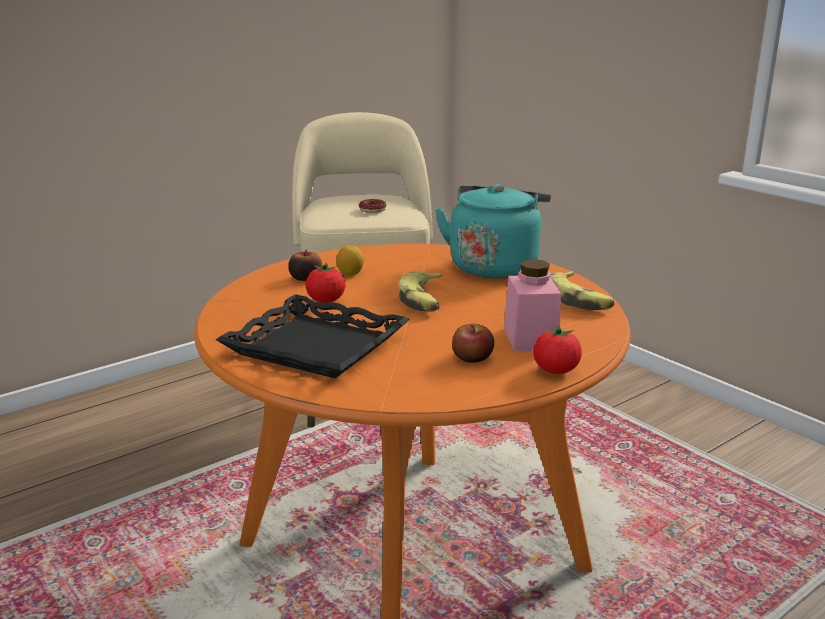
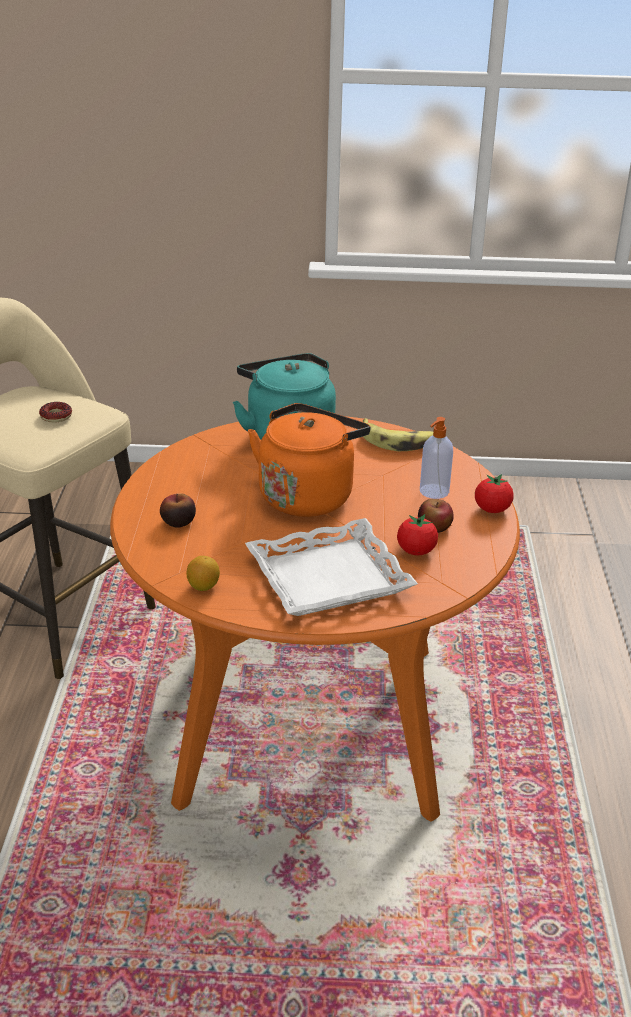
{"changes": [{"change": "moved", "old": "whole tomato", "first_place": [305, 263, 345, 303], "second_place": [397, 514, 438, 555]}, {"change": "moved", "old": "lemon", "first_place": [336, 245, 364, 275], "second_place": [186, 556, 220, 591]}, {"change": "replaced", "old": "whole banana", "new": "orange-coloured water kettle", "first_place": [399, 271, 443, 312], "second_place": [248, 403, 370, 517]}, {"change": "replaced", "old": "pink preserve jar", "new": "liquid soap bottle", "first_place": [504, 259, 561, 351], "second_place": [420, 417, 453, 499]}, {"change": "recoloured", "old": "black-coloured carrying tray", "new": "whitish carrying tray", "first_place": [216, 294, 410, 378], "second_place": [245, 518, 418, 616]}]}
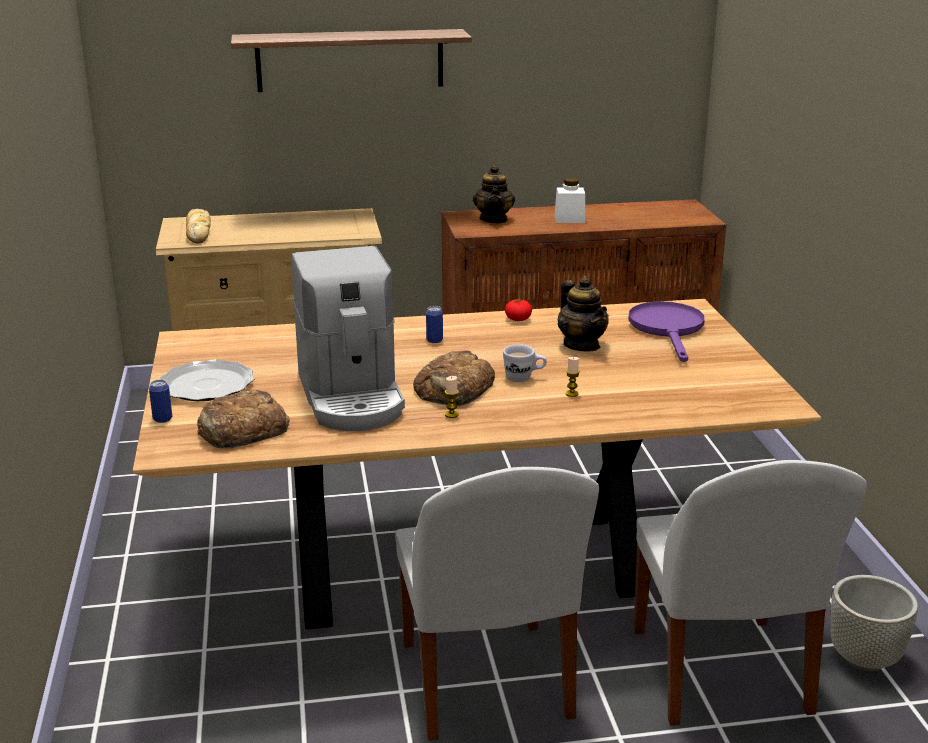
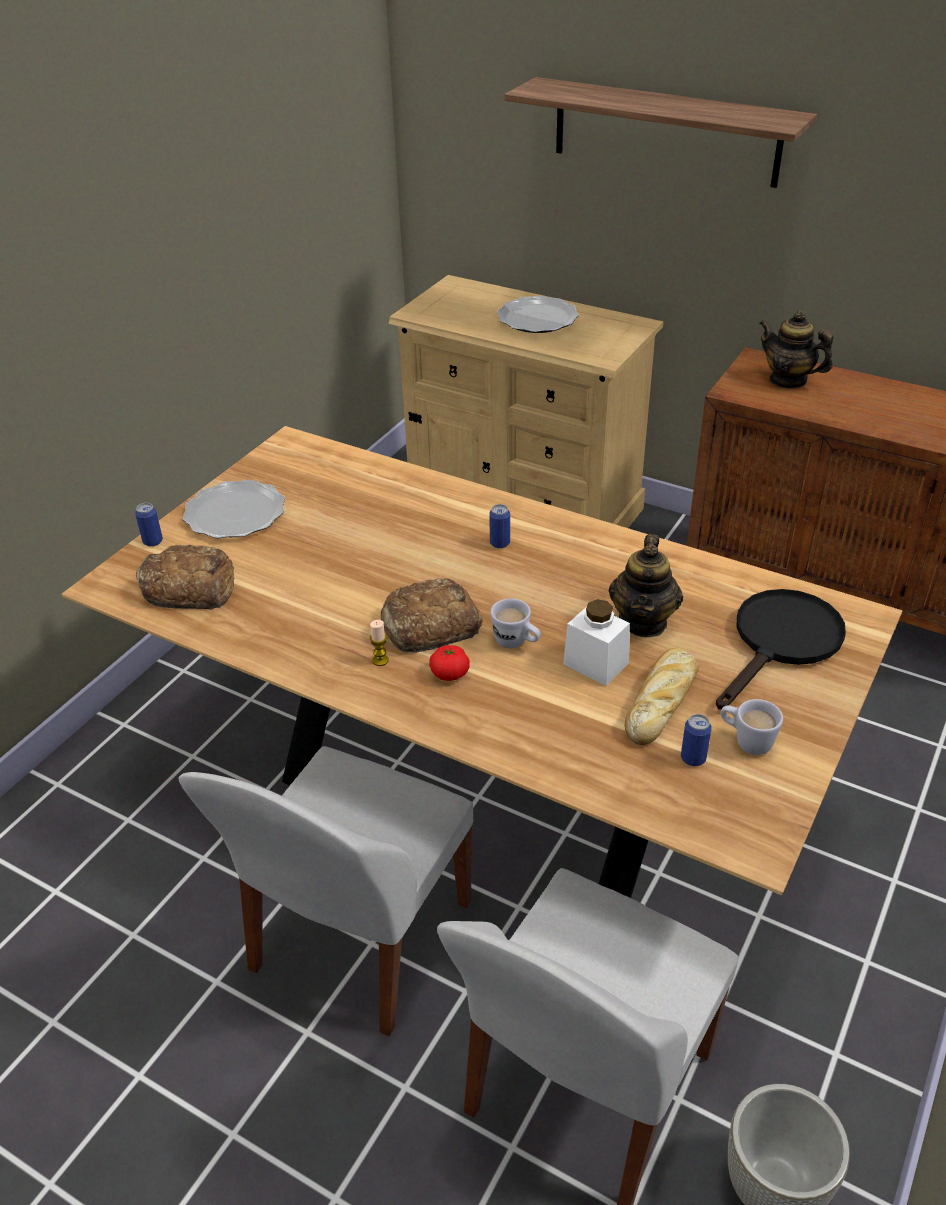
{"changes": [{"change": "removed", "old": "coffee brewer", "first_place": [291, 246, 405, 431]}, {"change": "removed", "old": "candle", "first_place": [565, 357, 580, 397]}, {"change": "added", "new": "flat dish", "second_place": [497, 296, 579, 333]}, {"change": "added", "new": "metal can", "second_place": [681, 714, 712, 766]}, {"change": "added", "new": "whitish mug", "second_place": [721, 699, 783, 755]}, {"change": "moved", "old": "bakery bread", "first_place": [186, 209, 211, 244], "second_place": [625, 648, 699, 745]}, {"change": "moved", "old": "whole tomato", "first_place": [505, 299, 532, 321], "second_place": [429, 645, 470, 681]}, {"change": "moved", "old": "whitish preserve jar", "first_place": [555, 178, 585, 223], "second_place": [563, 599, 630, 686]}, {"change": "recoloured", "old": "purplish frying pan", "new": "black-coloured frying pan", "first_place": [628, 301, 705, 362], "second_place": [716, 589, 846, 709]}, {"change": "turned", "old": "pot for tea", "first_place": [473, 164, 515, 223], "second_place": [759, 311, 834, 389], "degrees": 90}]}
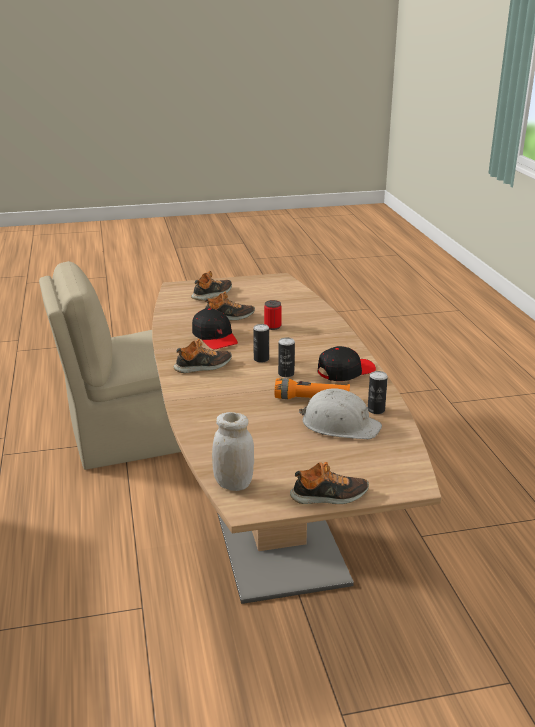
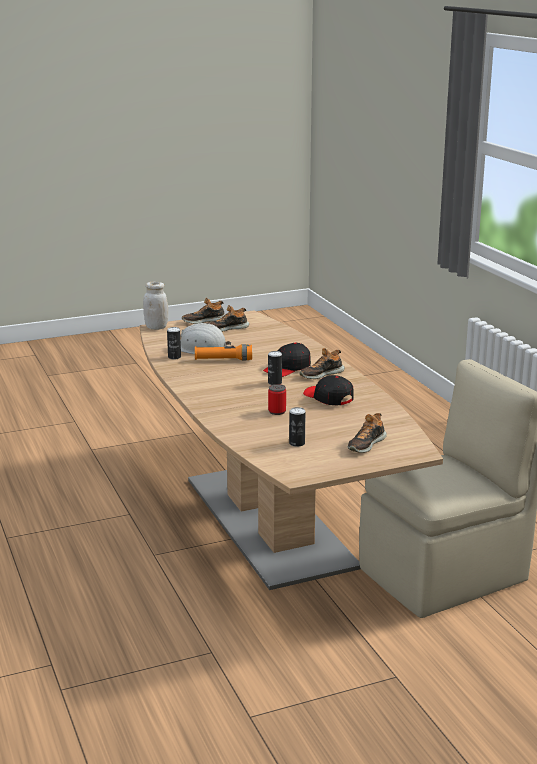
{"changes": [{"change": "moved", "old": "item of footwear", "first_place": [205, 292, 255, 321], "second_place": [207, 305, 249, 332]}, {"change": "moved", "old": "whitish preserve jar", "first_place": [212, 412, 254, 491], "second_place": [143, 282, 168, 330]}, {"change": "moved", "old": "metal can", "first_place": [278, 338, 295, 377], "second_place": [289, 407, 306, 447]}, {"change": "moved", "old": "black-coloured baseball cap", "first_place": [317, 346, 376, 381], "second_place": [263, 343, 311, 377]}]}
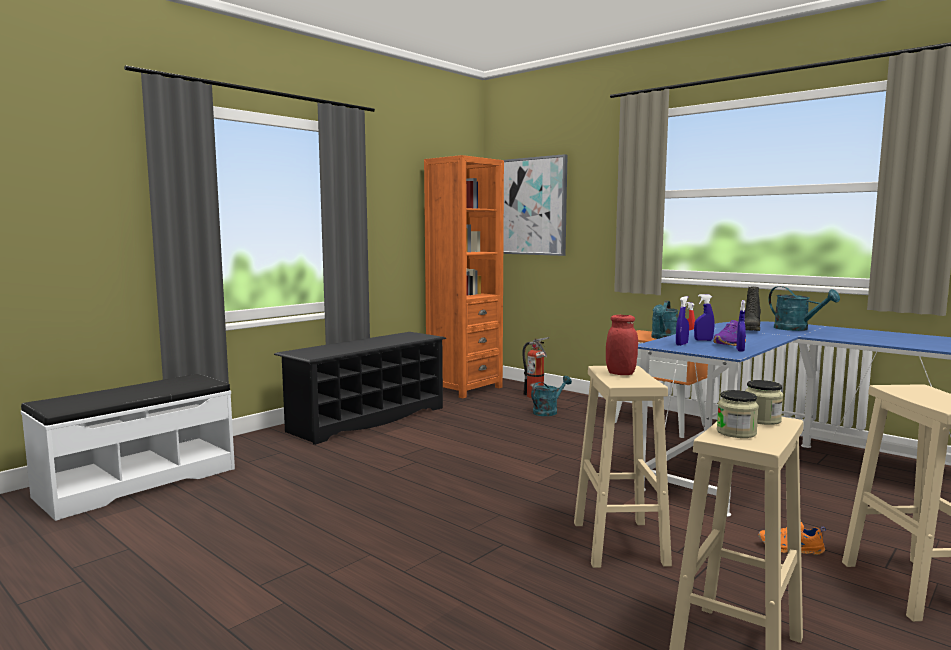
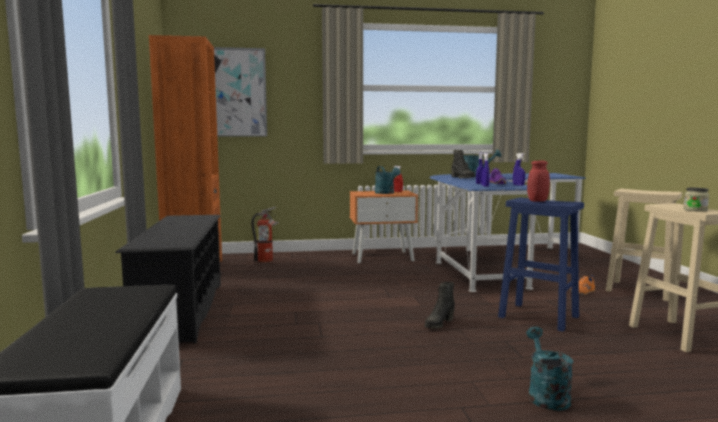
{"changes": [{"change": "removed", "old": "preserve jar", "first_place": [745, 380, 783, 425]}, {"change": "added", "new": "black-coloured tall boot", "second_place": [425, 282, 455, 329]}, {"change": "moved", "old": "blue-green watering can", "first_place": [531, 376, 572, 416], "second_place": [526, 327, 573, 411]}, {"change": "recoloured", "old": "beige-coloured stool seat", "new": "blue-coloured stool seat", "first_place": [574, 366, 672, 568], "second_place": [498, 197, 584, 332]}]}
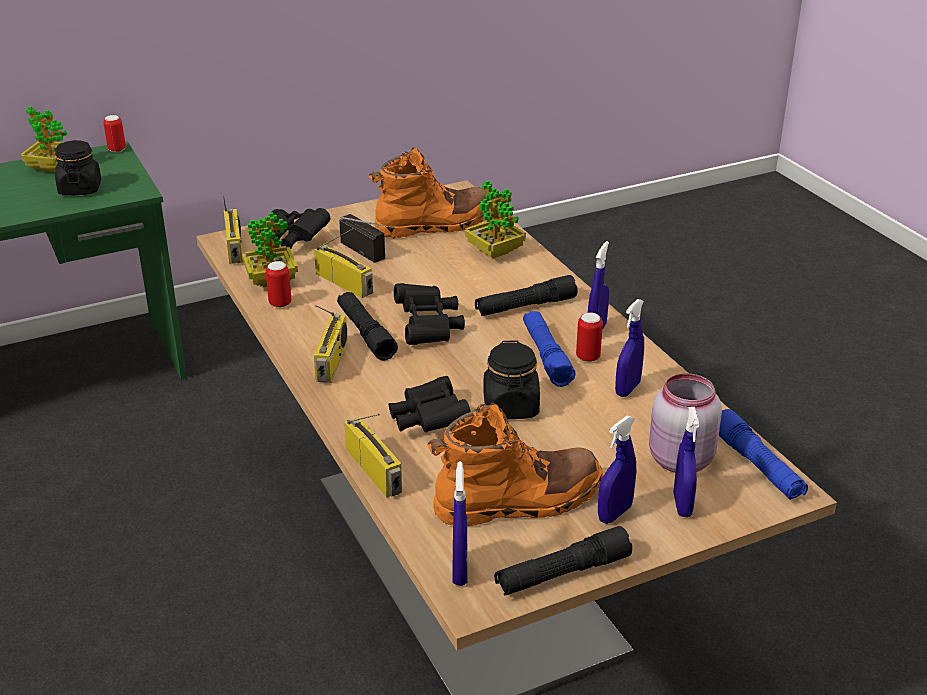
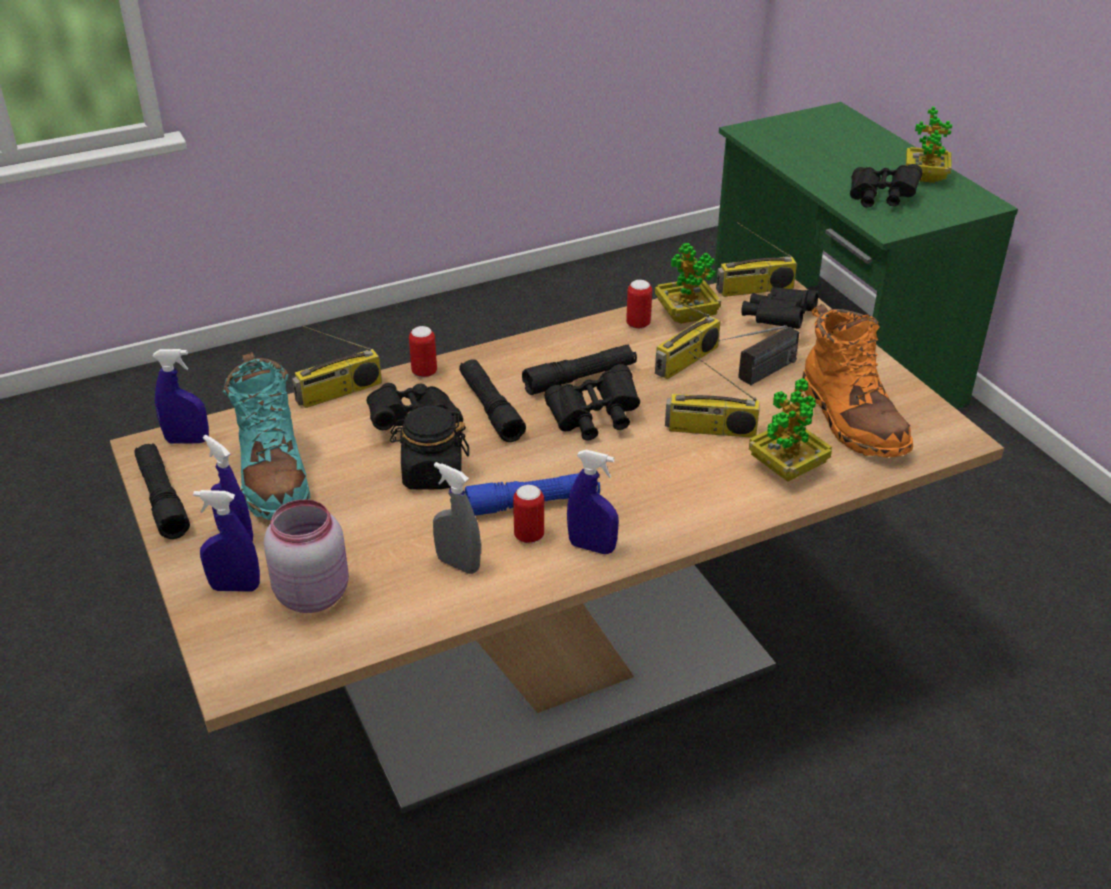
{"changes": [{"change": "removed", "old": "blue-coloured flashlight", "first_place": [719, 409, 808, 500]}, {"change": "moved", "old": "metal can", "first_place": [103, 115, 126, 152], "second_place": [409, 326, 437, 377]}, {"change": "moved", "old": "radio receiver", "first_place": [314, 305, 347, 383], "second_place": [665, 351, 759, 438]}, {"change": "moved", "old": "black-coloured flashlight", "first_place": [475, 275, 578, 316], "second_place": [459, 359, 526, 442]}, {"change": "replaced", "old": "black-coloured preserve jar", "new": "black-coloured field glasses", "first_place": [55, 140, 101, 195], "second_place": [850, 164, 922, 208]}, {"change": "recoloured", "old": "orange-coloured tall boot", "new": "blue-green tall boot", "first_place": [427, 402, 603, 526], "second_place": [223, 352, 311, 520]}, {"change": "recoloured", "old": "blue-coloured hand sprayer", "new": "gray hand sprayer", "first_place": [615, 299, 644, 397], "second_place": [433, 462, 481, 574]}]}
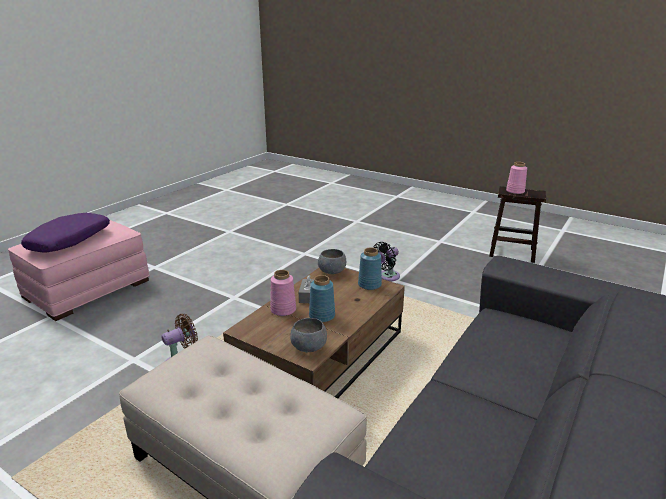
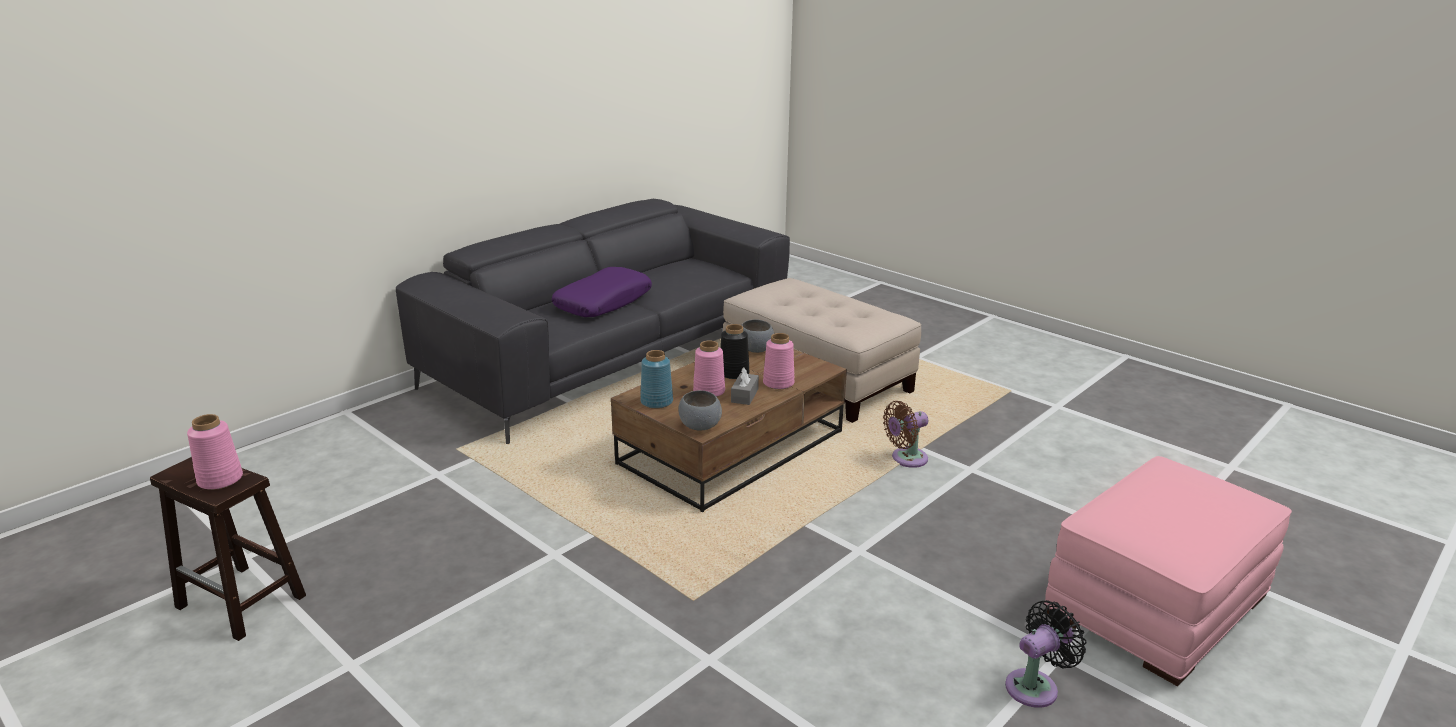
{"changes": [{"change": "added", "new": "pink flower vase", "second_place": [693, 340, 725, 397]}, {"change": "moved", "old": "purplish cushion", "first_place": [21, 213, 110, 253], "second_place": [552, 267, 652, 317]}, {"change": "moved", "old": "black-coloured electric fan", "first_place": [373, 242, 400, 281], "second_place": [1005, 600, 1086, 708]}, {"change": "recoloured", "old": "blue-coloured flower vase", "new": "black-coloured flower vase", "first_place": [309, 275, 335, 322], "second_place": [720, 324, 749, 379]}]}
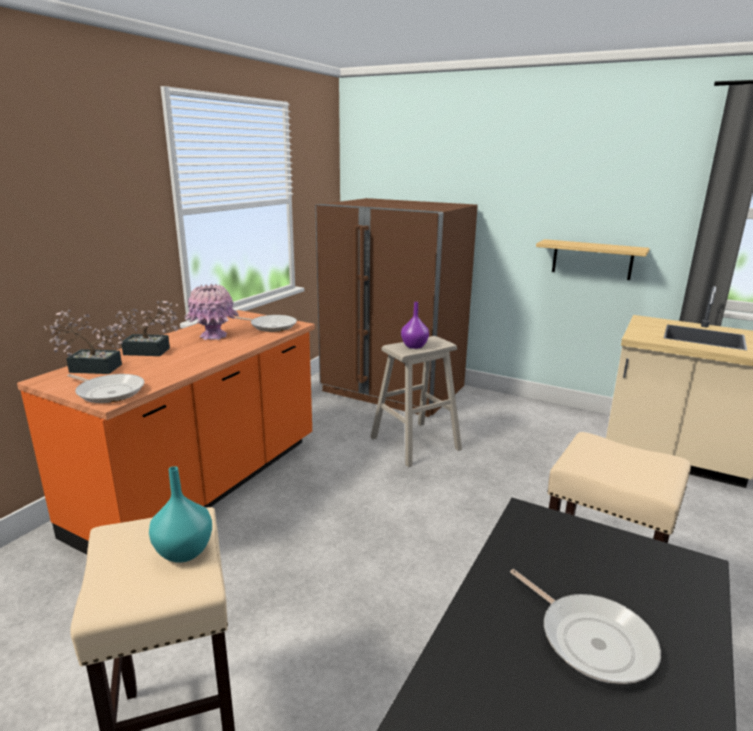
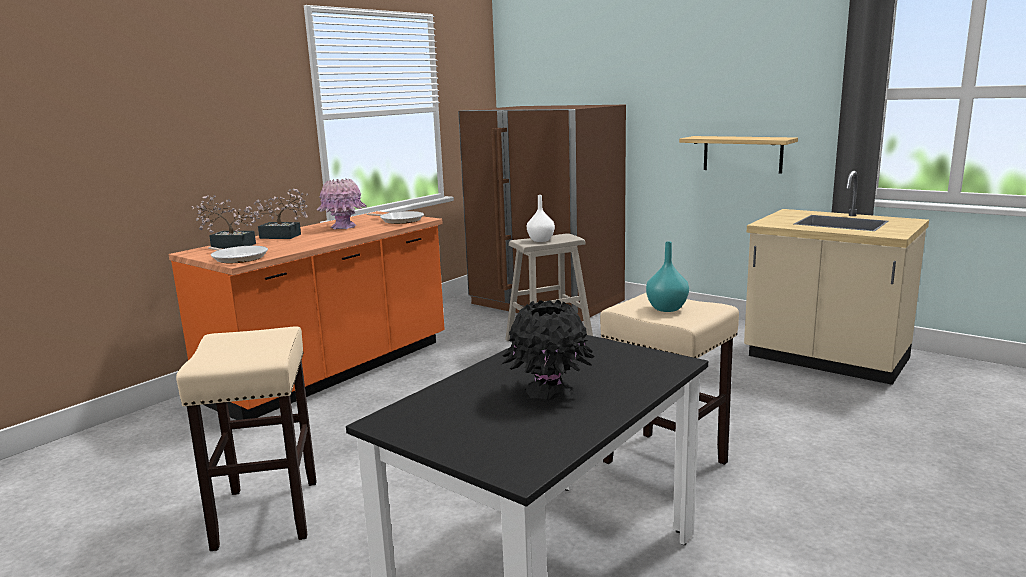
{"changes": [{"change": "moved", "old": "blue-green flower vase", "first_place": [149, 466, 212, 563], "second_place": [646, 242, 689, 312]}, {"change": "replaced", "old": "frying pan", "new": "black-coloured flower vase", "first_place": [510, 569, 661, 684], "second_place": [502, 299, 594, 400]}, {"change": "recoloured", "old": "purplish flower vase", "new": "whitish flower vase", "first_place": [401, 302, 429, 349], "second_place": [527, 195, 555, 242]}]}
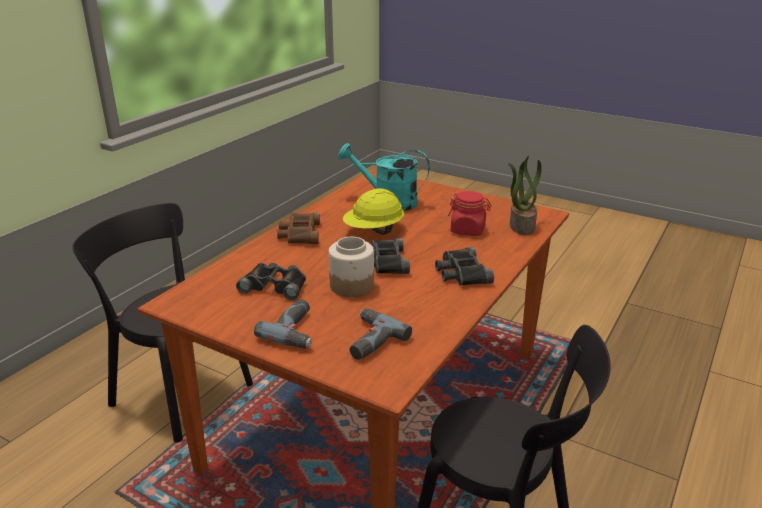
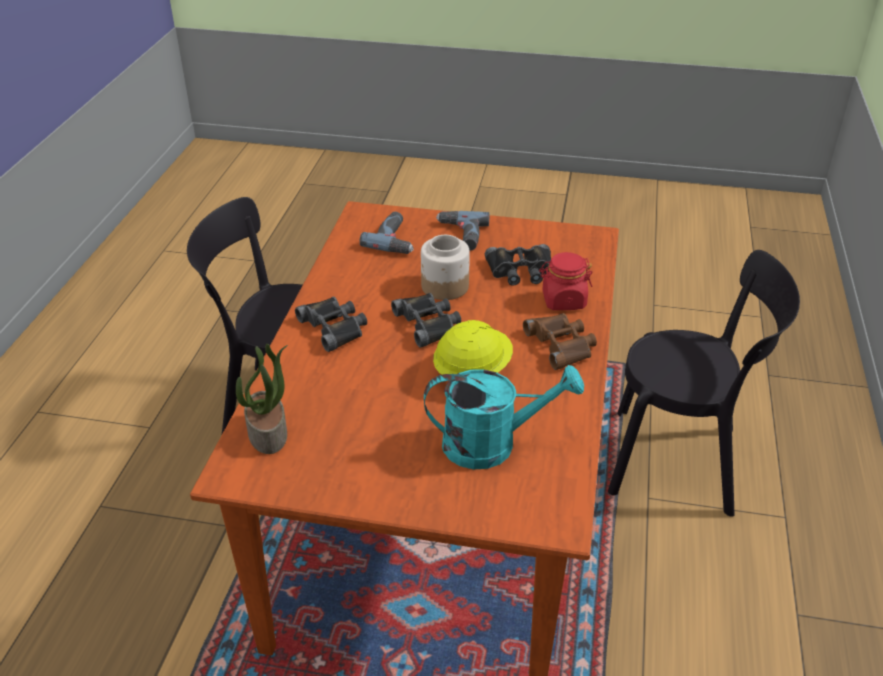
{"changes": [{"change": "moved", "old": "reddish preserve jar", "first_place": [448, 191, 491, 236], "second_place": [539, 252, 592, 310]}]}
